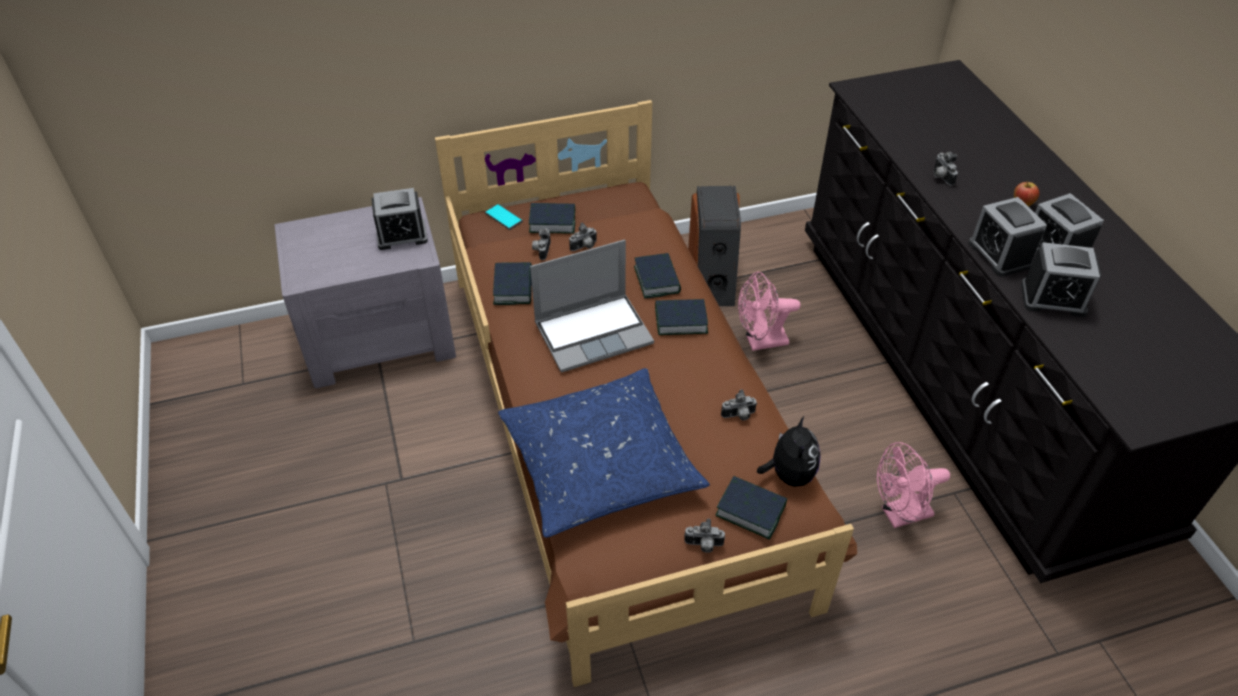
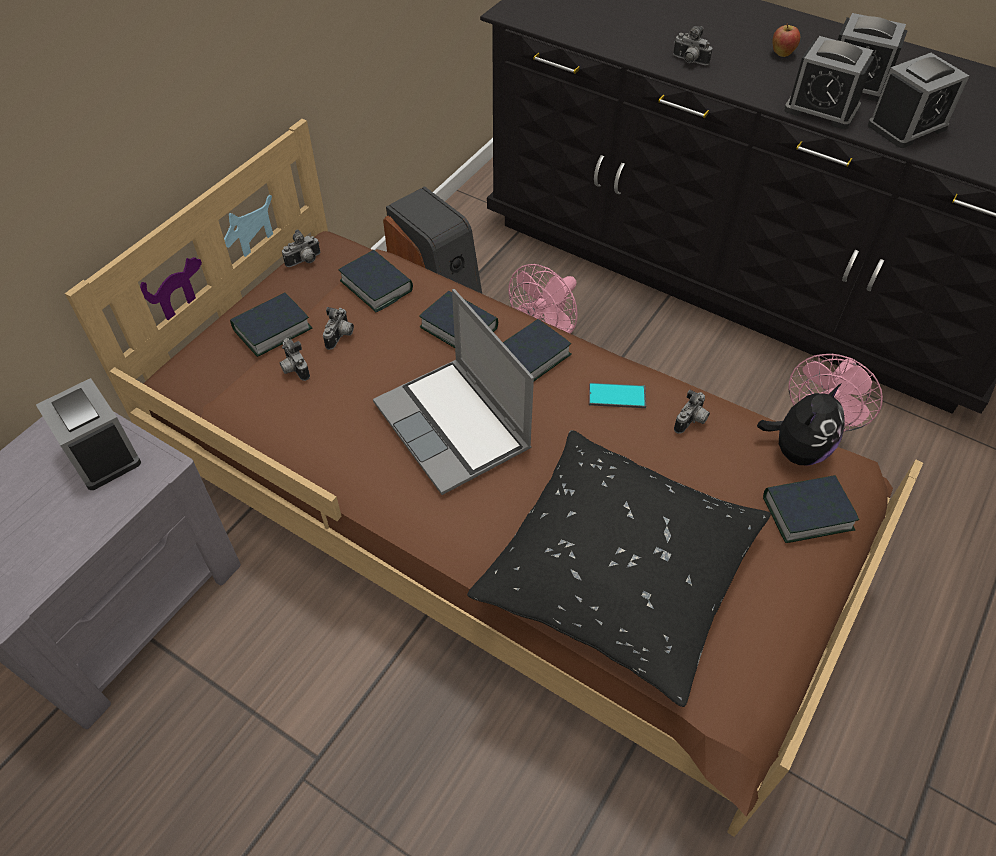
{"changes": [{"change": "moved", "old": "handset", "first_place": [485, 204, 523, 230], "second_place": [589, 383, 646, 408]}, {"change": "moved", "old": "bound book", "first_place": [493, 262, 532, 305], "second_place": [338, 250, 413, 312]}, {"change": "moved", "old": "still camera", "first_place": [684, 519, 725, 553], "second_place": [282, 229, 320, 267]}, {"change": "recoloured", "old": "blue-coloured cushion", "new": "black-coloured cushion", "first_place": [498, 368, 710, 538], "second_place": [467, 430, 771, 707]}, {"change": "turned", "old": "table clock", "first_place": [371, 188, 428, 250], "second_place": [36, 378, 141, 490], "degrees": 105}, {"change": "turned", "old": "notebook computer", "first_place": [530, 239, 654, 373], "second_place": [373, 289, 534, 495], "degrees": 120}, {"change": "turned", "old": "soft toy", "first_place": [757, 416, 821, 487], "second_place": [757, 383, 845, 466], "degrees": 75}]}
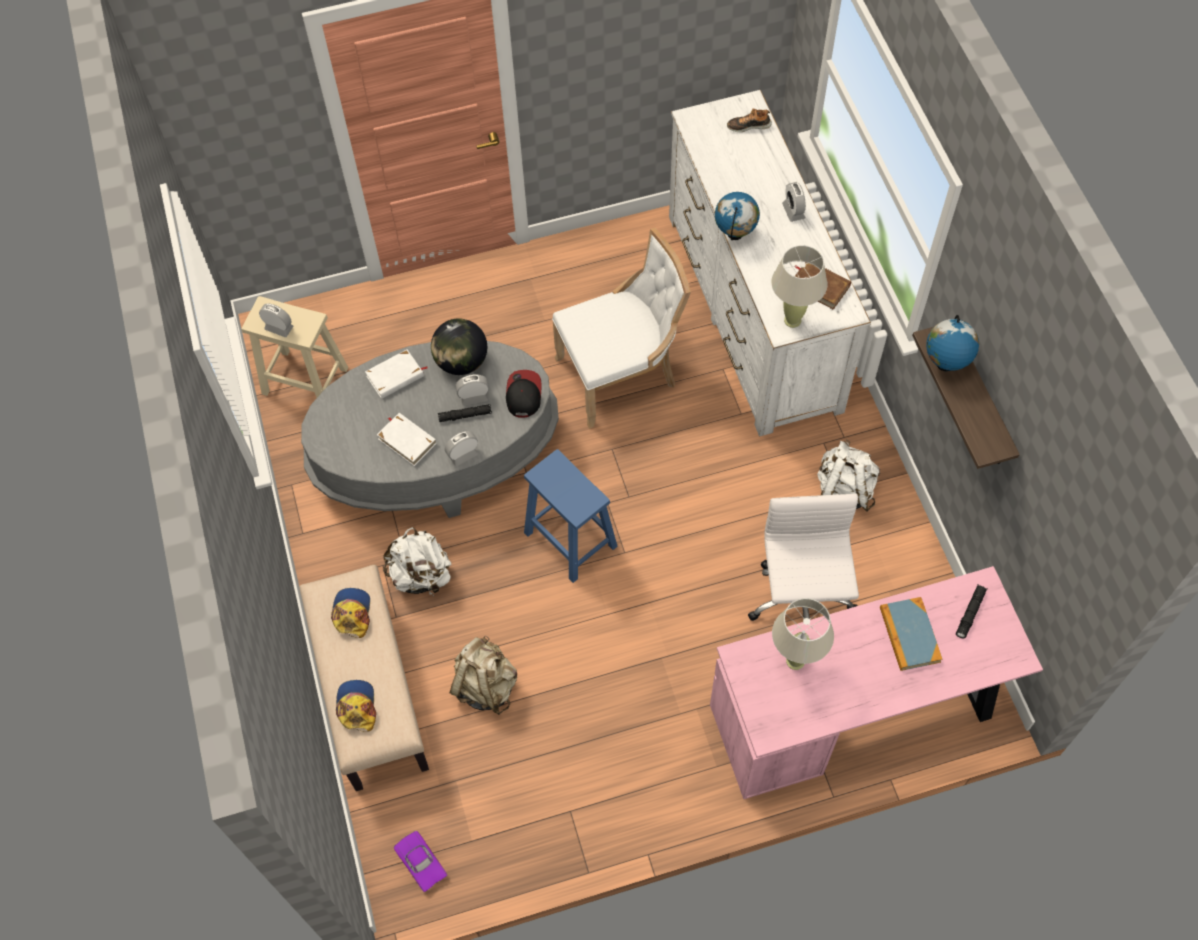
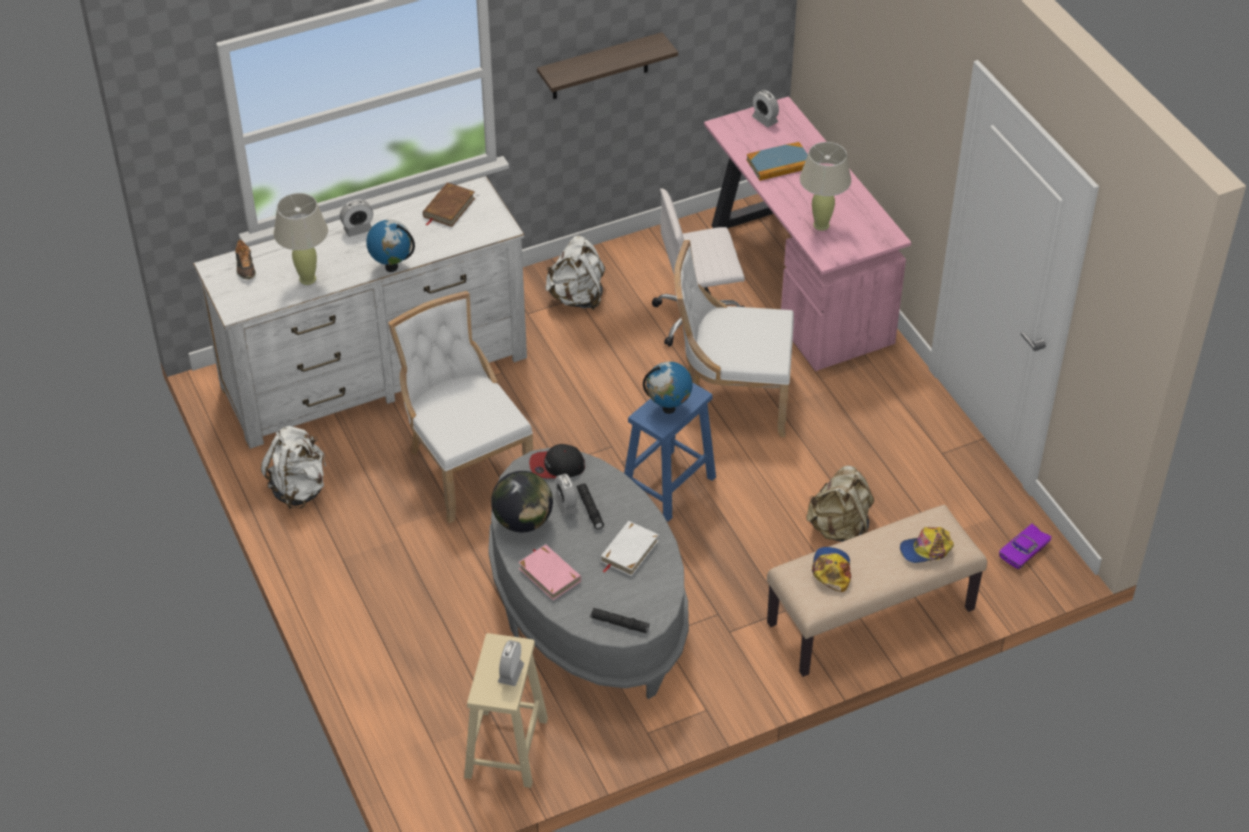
{"changes": [{"change": "added", "new": "whitish plain chair", "second_place": [674, 240, 794, 437]}, {"change": "moved", "old": "whitish knapsack", "first_place": [383, 527, 452, 596], "second_place": [261, 426, 326, 509]}, {"change": "moved", "old": "table clock", "first_place": [445, 431, 478, 466], "second_place": [752, 90, 779, 127]}, {"change": "moved", "old": "beige-coloured table lamp", "first_place": [771, 245, 827, 328], "second_place": [274, 193, 328, 285]}, {"change": "moved", "old": "desk globe", "first_place": [926, 315, 979, 372], "second_place": [643, 361, 693, 414]}, {"change": "moved", "old": "black-coloured flashlight", "first_place": [956, 584, 988, 639], "second_place": [590, 608, 649, 633]}, {"change": "recoloured", "old": "whitish bound book", "new": "pink bound book", "first_place": [365, 350, 427, 399], "second_place": [518, 544, 581, 600]}, {"change": "turned", "old": "baseball cap", "first_place": [331, 588, 370, 638], "second_place": [812, 547, 851, 592], "degrees": 105}]}
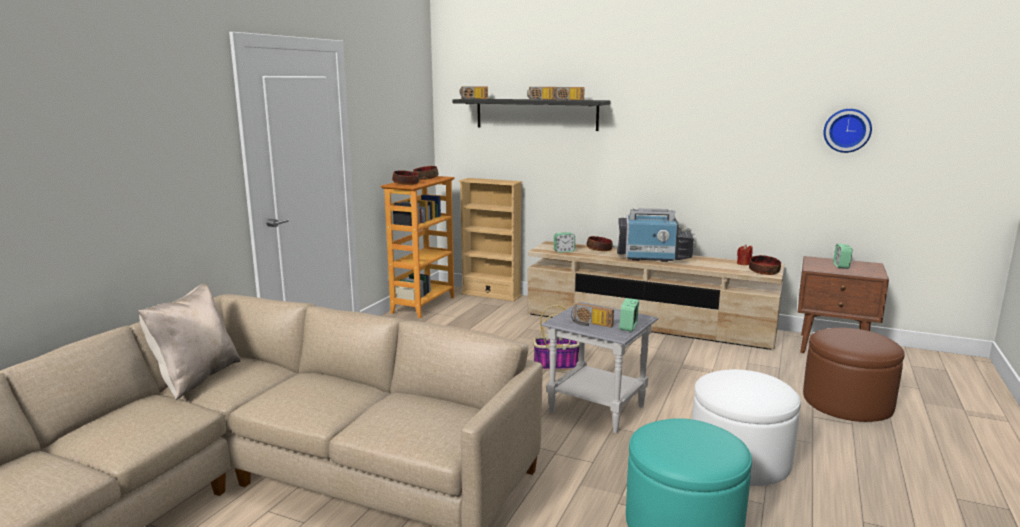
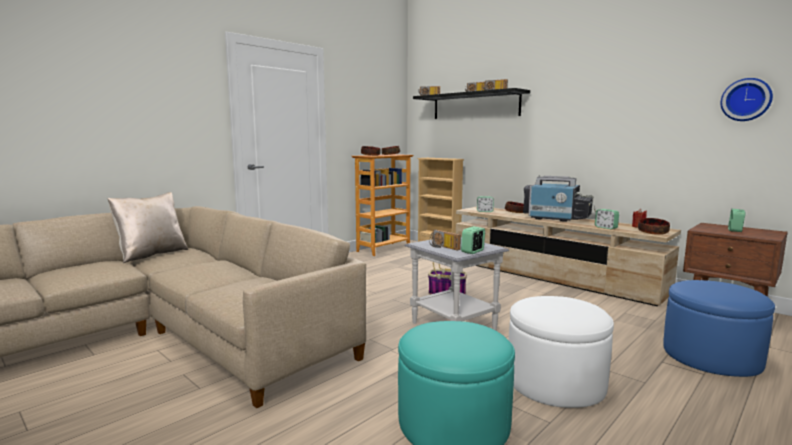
{"changes": [{"change": "added", "new": "table clock", "second_place": [595, 209, 619, 229]}, {"change": "recoloured", "old": "brown-coloured footrest", "new": "blue-coloured footrest", "first_place": [803, 328, 905, 422], "second_place": [663, 280, 775, 377]}]}
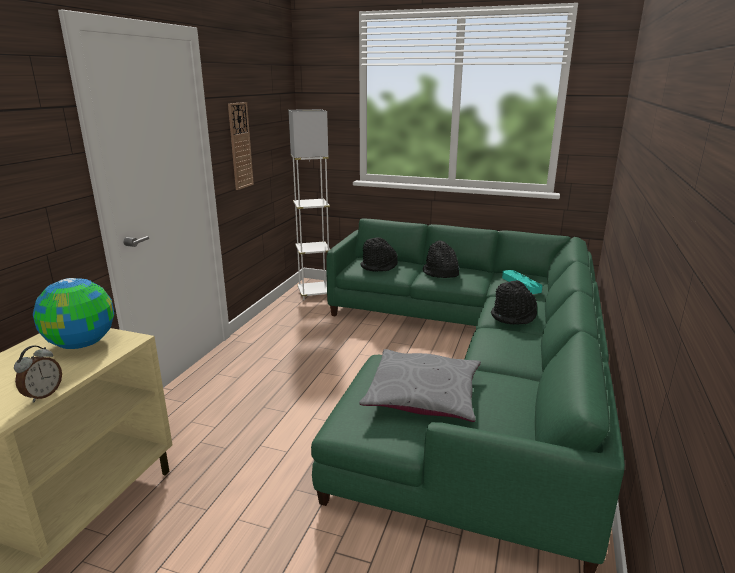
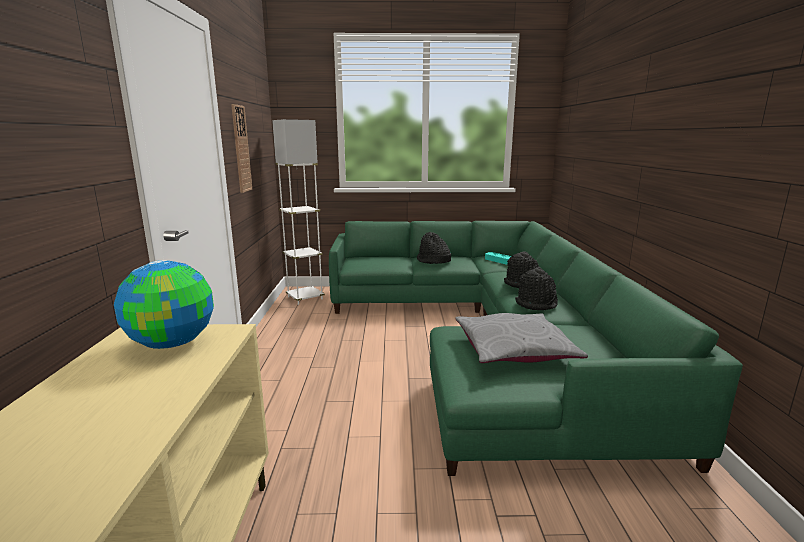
{"changes": [{"change": "removed", "old": "table clock", "first_place": [14, 345, 62, 403]}, {"change": "moved", "old": "black-coloured clothing hat", "first_place": [361, 237, 398, 272], "second_place": [515, 267, 558, 310]}]}
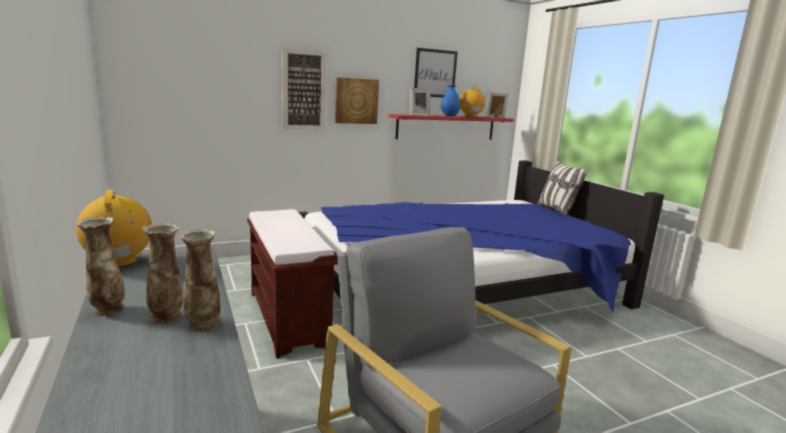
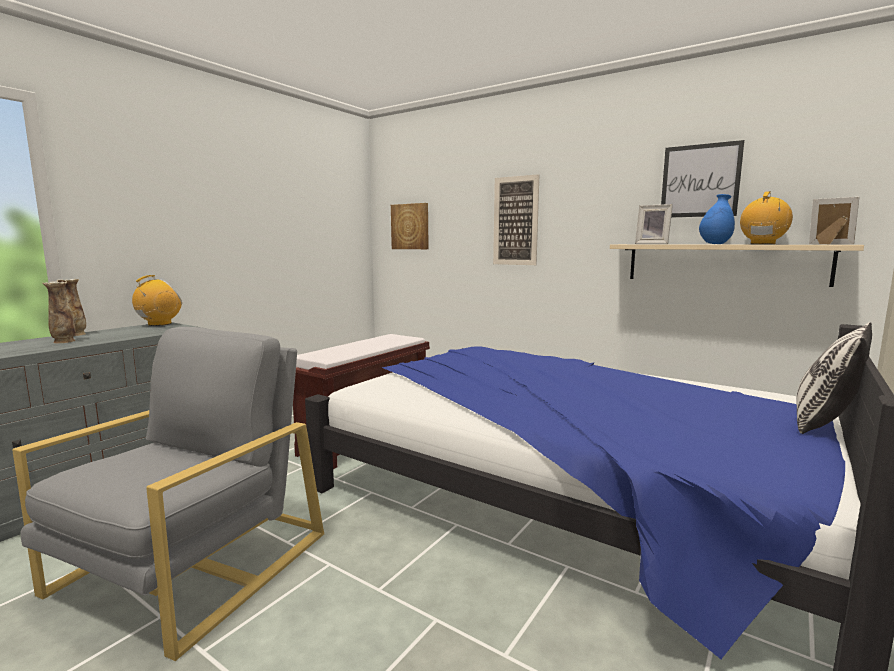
{"changes": [{"change": "removed", "old": "flower vase", "first_place": [179, 229, 221, 332]}, {"change": "moved", "old": "picture", "first_place": [335, 77, 379, 124], "second_place": [391, 203, 429, 249]}, {"change": "recoloured", "old": "reddish wall shelf", "new": "beige-coloured wall shelf", "first_place": [388, 114, 514, 140], "second_place": [610, 244, 864, 287]}]}
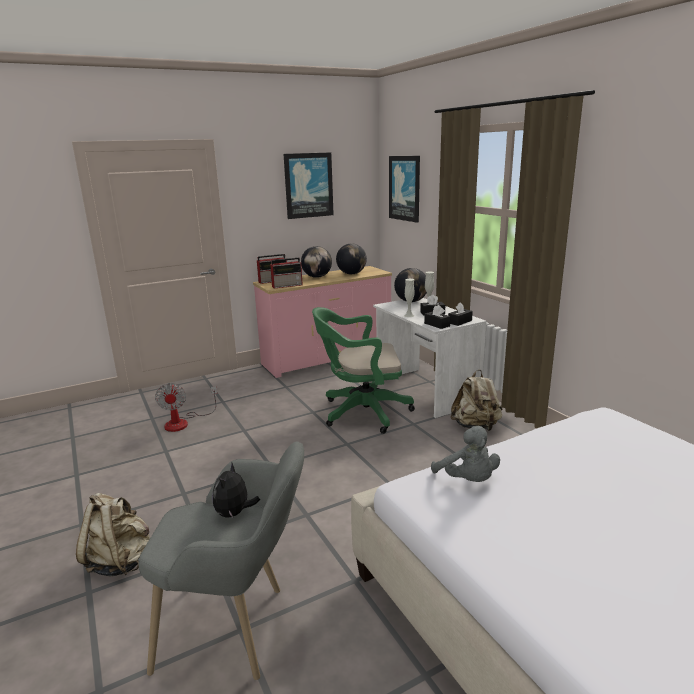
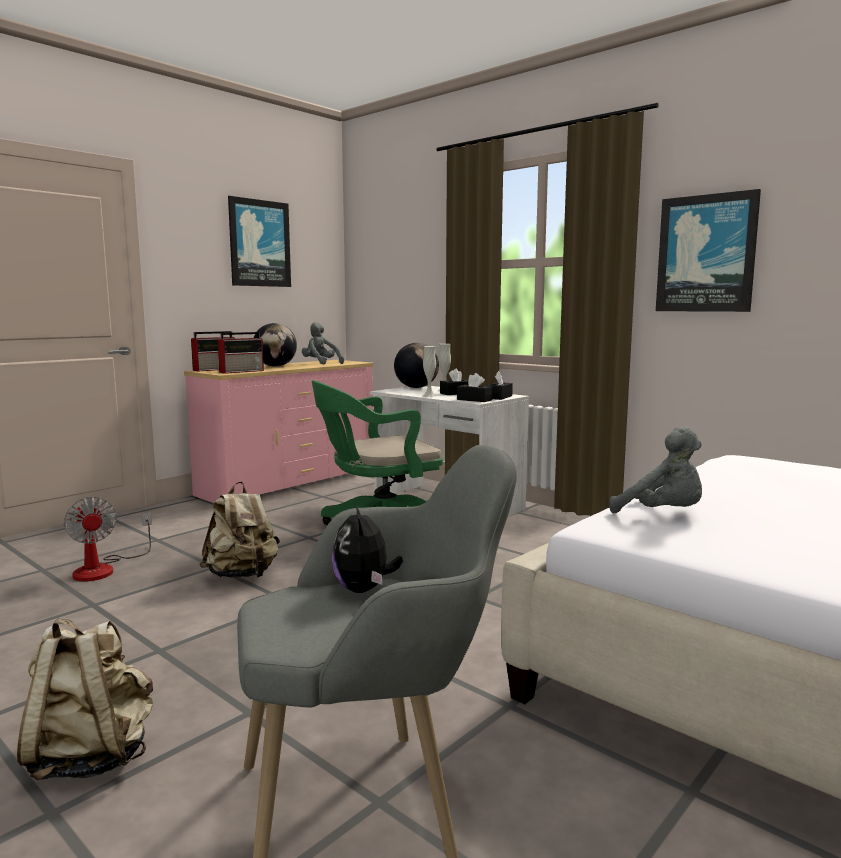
{"changes": [{"change": "moved", "old": "picture", "first_place": [389, 156, 420, 223], "second_place": [656, 189, 761, 312]}, {"change": "moved", "old": "beige-coloured knapsack", "first_place": [451, 369, 503, 431], "second_place": [200, 481, 280, 578]}, {"change": "replaced", "old": "desk globe", "new": "gray soft toy", "first_place": [336, 244, 367, 274], "second_place": [302, 322, 344, 364]}]}
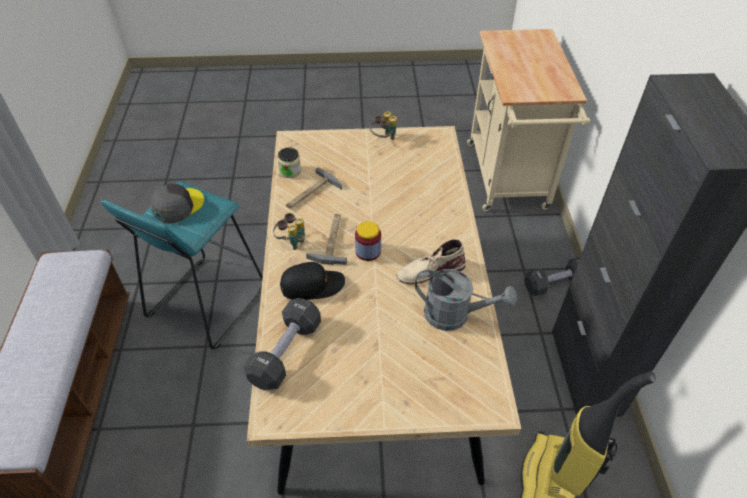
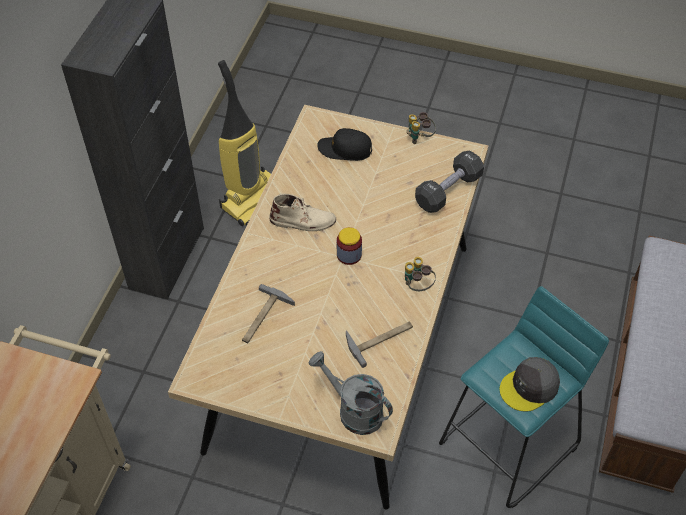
{"changes": [{"change": "removed", "old": "preserve jar", "first_place": [278, 148, 301, 178]}, {"change": "removed", "old": "black-coloured dumbbell", "first_place": [524, 258, 580, 296]}, {"change": "moved", "old": "black-coloured baseball cap", "first_place": [280, 262, 345, 300], "second_place": [317, 128, 372, 161]}, {"change": "moved", "old": "tool hammer", "first_place": [306, 214, 347, 265], "second_place": [242, 284, 295, 343]}, {"change": "moved", "old": "field glasses", "first_place": [370, 111, 397, 140], "second_place": [406, 112, 436, 144]}, {"change": "moved", "old": "gray watering can", "first_place": [415, 269, 517, 331], "second_place": [309, 351, 393, 435]}]}
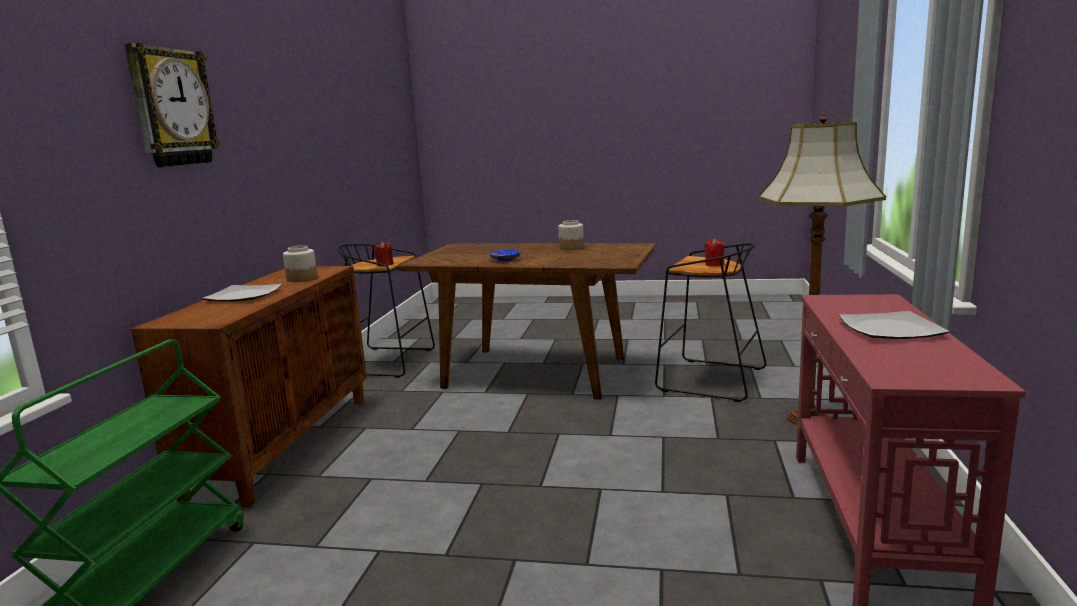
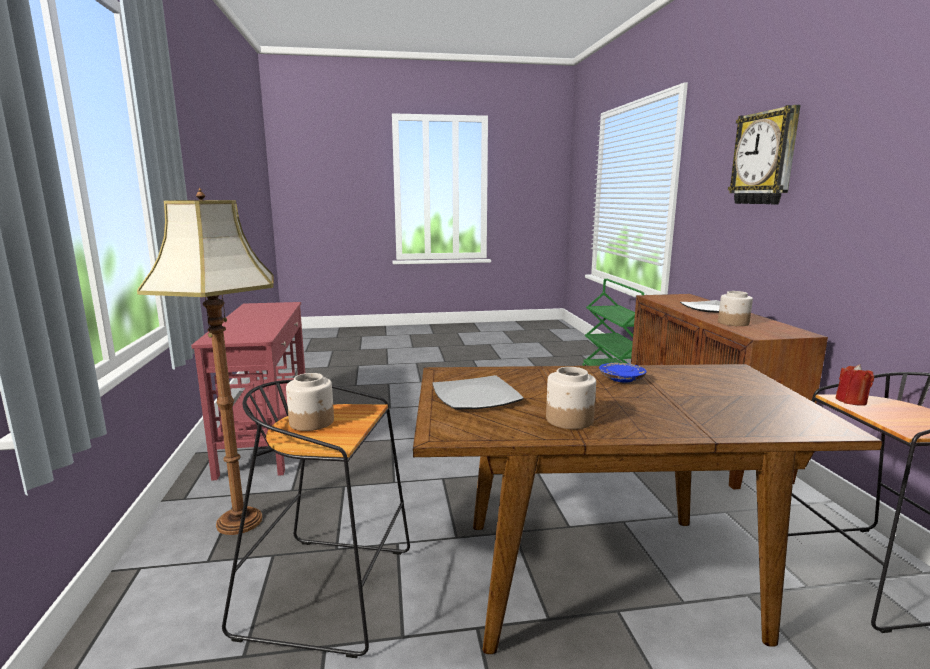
{"changes": [{"change": "moved", "old": "flat dish", "first_place": [839, 311, 949, 339], "second_place": [432, 375, 524, 409]}, {"change": "replaced", "old": "reddish candle", "new": "preserve jar", "first_place": [704, 238, 724, 266], "second_place": [286, 373, 334, 431]}]}
